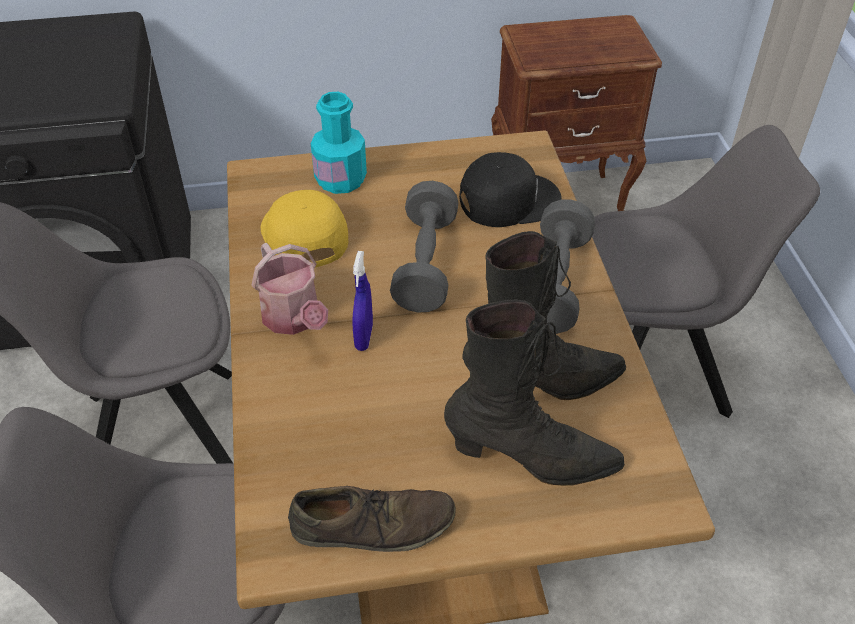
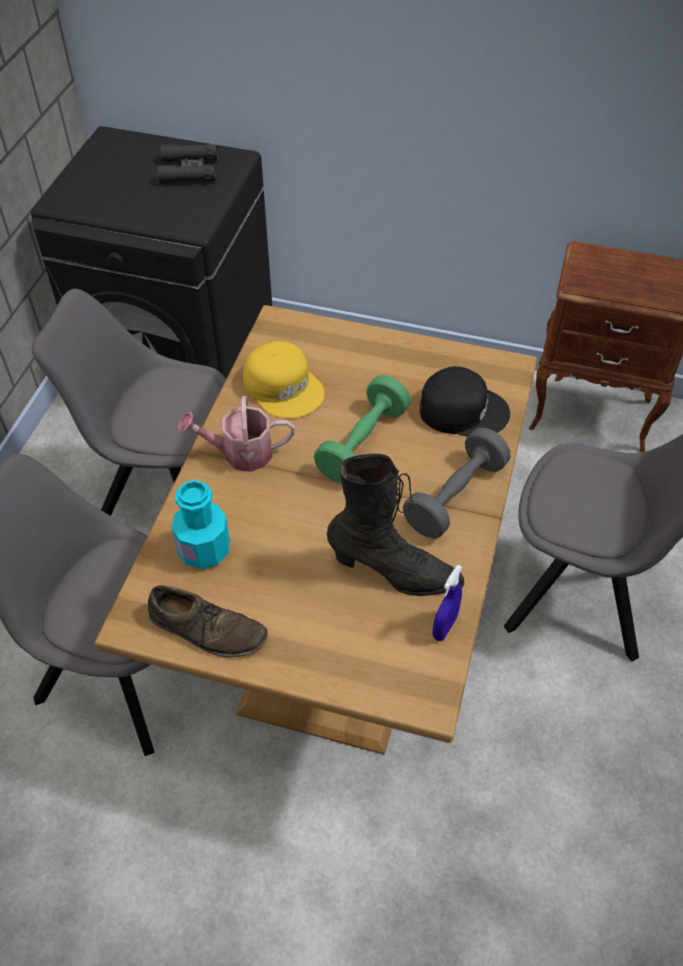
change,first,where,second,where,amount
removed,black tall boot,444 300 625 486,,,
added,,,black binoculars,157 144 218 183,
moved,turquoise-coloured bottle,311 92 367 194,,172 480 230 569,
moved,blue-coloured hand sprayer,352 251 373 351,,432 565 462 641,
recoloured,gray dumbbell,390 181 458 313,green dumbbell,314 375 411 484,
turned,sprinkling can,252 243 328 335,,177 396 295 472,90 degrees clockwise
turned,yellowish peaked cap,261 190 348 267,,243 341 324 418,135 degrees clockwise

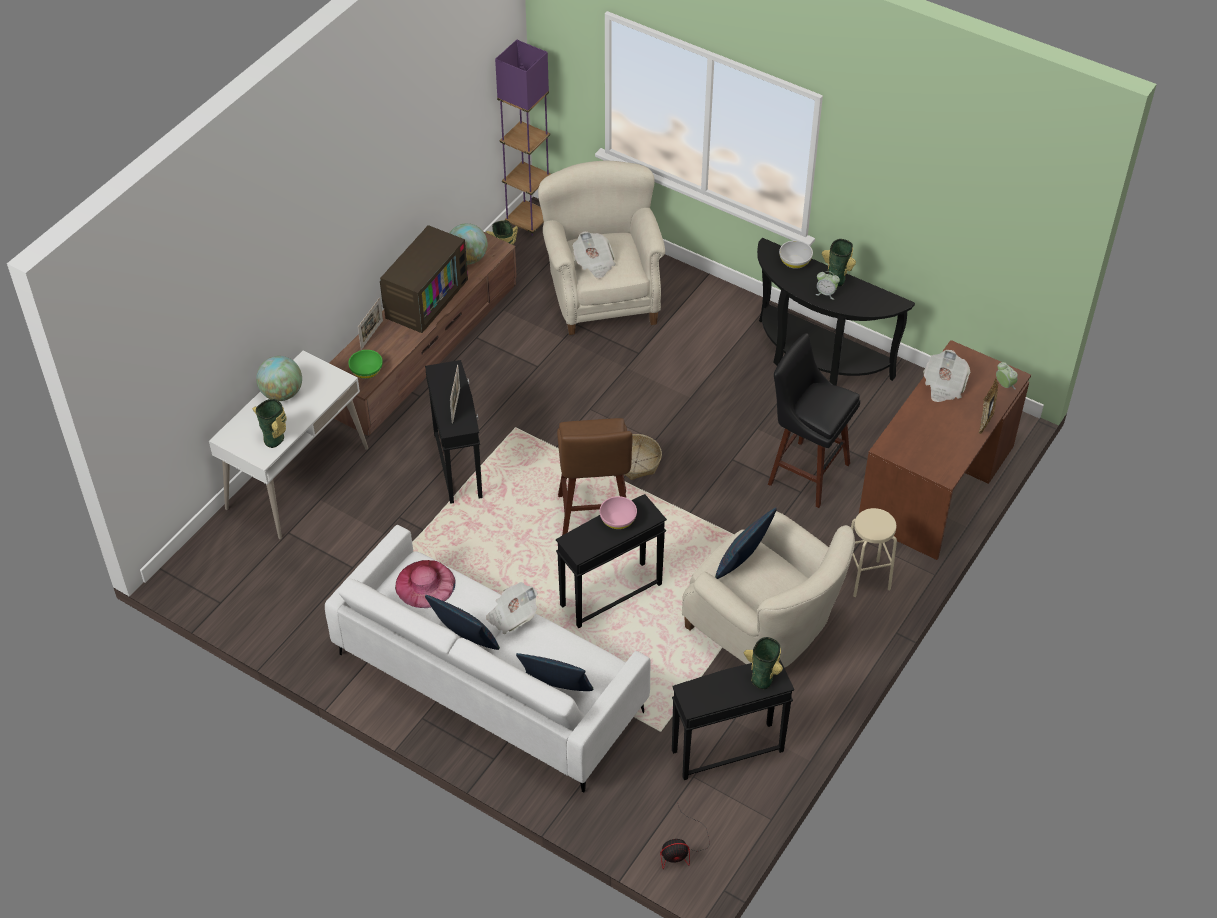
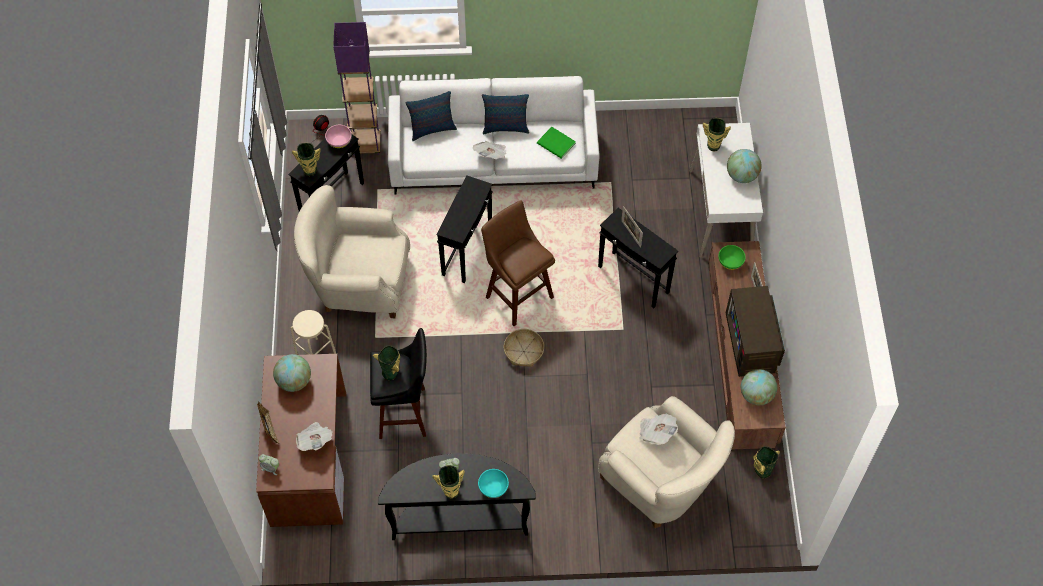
change,first,where,second,where,amount
removed,blue-coloured cushion,715 507 777 579,,,
added,,,desk globe,273 354 311 392,
added,,,vase,373 345 400 381,
moved,purplish standard lamp,495 40 551 236,,333 22 381 155,
moved,pink-coloured serving bowl,600 496 637 529,,325 125 352 148,
replaced,pink-coloured hat,395 560 455 608,green bound book,537 127 576 159,
recoloured,white serving bowl,779 240 813 269,turquoise-coloured serving bowl,478 469 509 498,

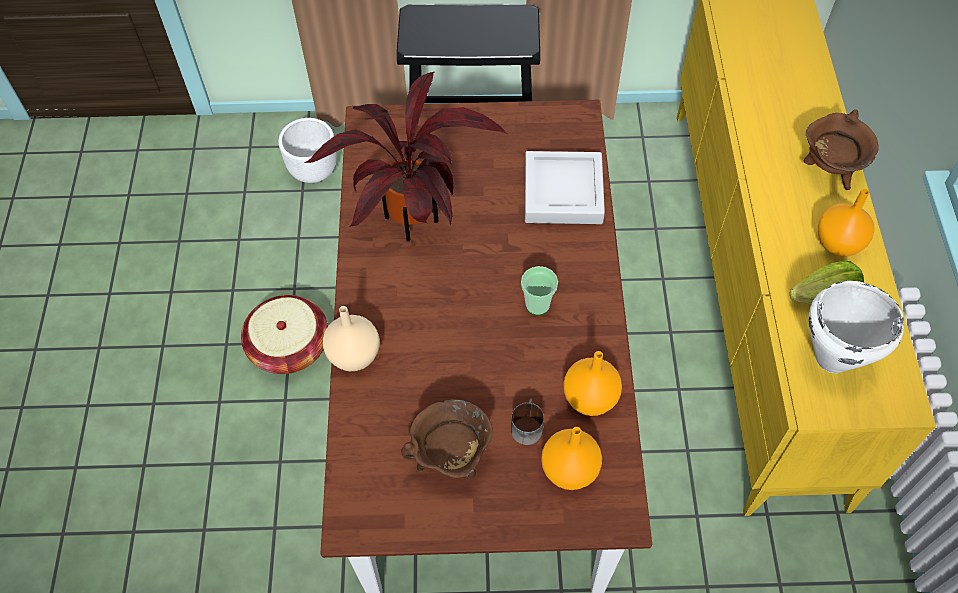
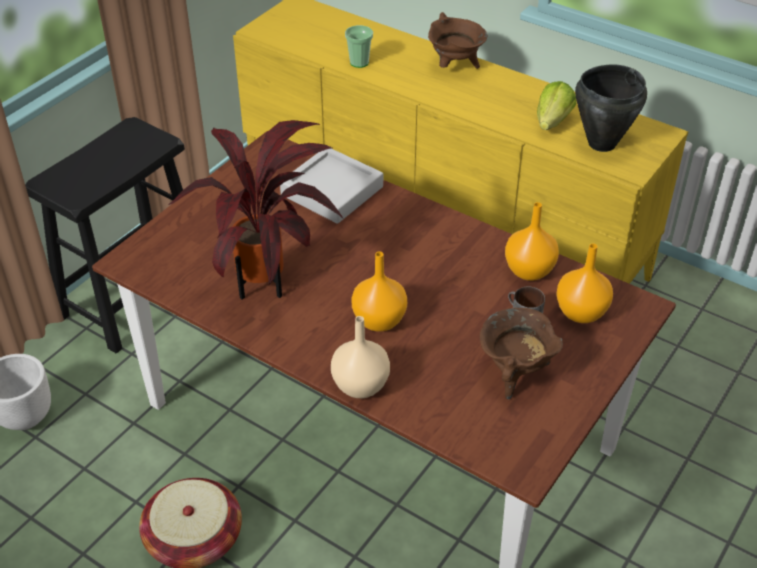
change,first,where,second,where,amount
moved,small cup,521 266 558 315,,345 25 373 68,
moved,orange-coloured vase,818 189 874 257,,352 251 407 332,
recoloured,white stockpot,809 281 904 373,black stockpot,575 65 647 152,

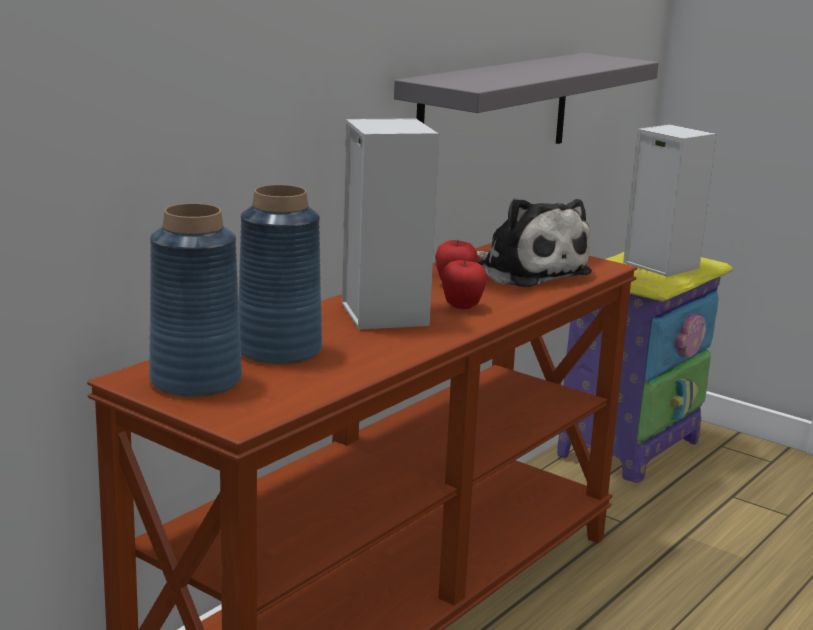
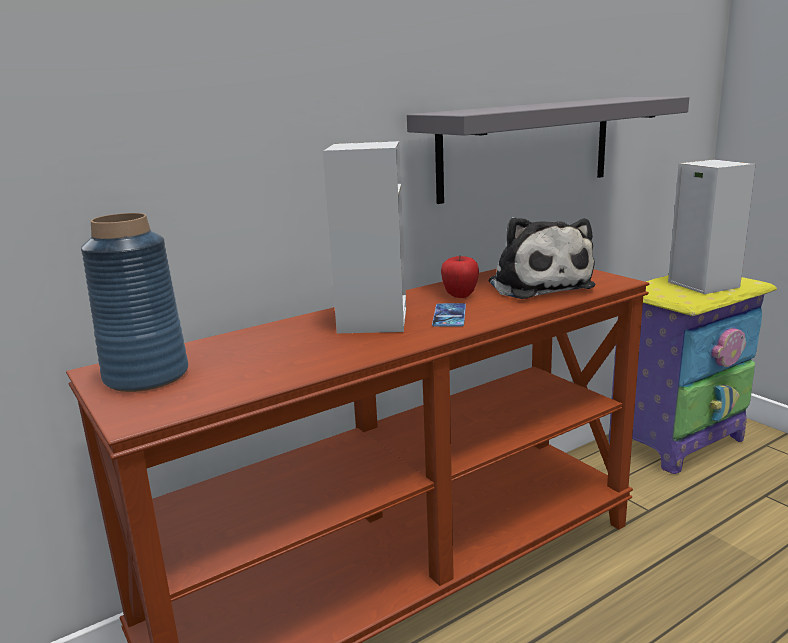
change,first,where,second,where,amount
removed,blue-coloured vase,238 185 322 365,,,
replaced,apple,441 259 488 309,phone,432 303 466 326,

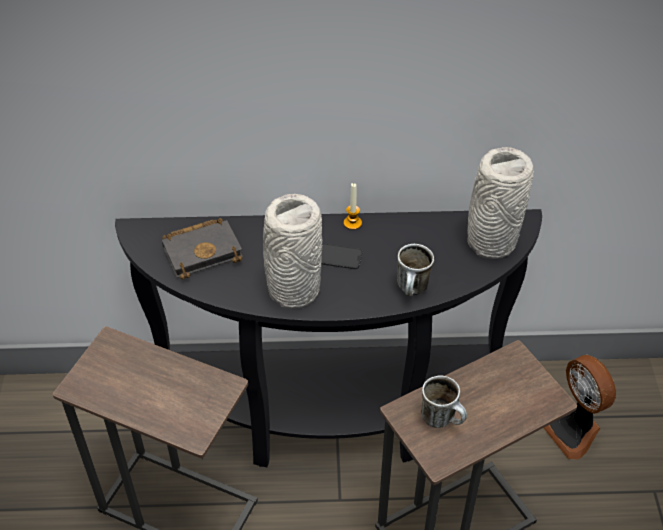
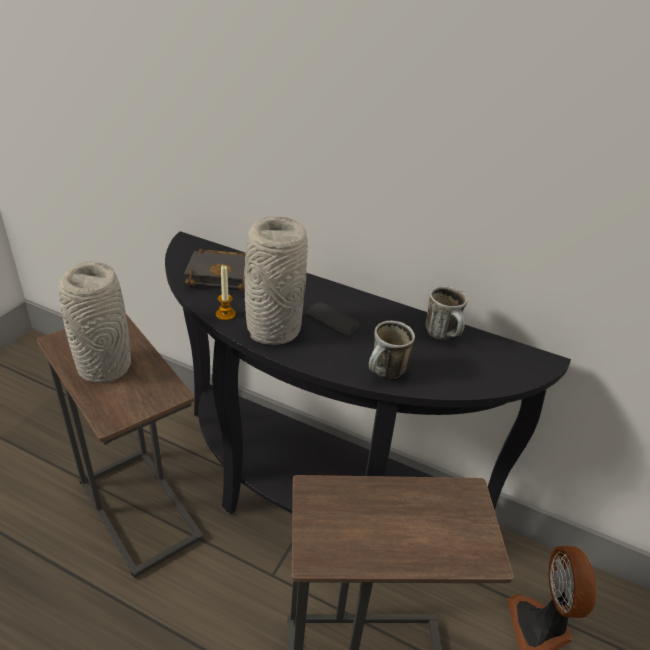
change,first,where,second,where,amount
moved,wax candle,344 183 362 230,,216 265 236 321,
moved,tea mug,421 376 467 428,,425 286 468 340,
moved,gray vase,467 147 534 259,,59 261 131 383,

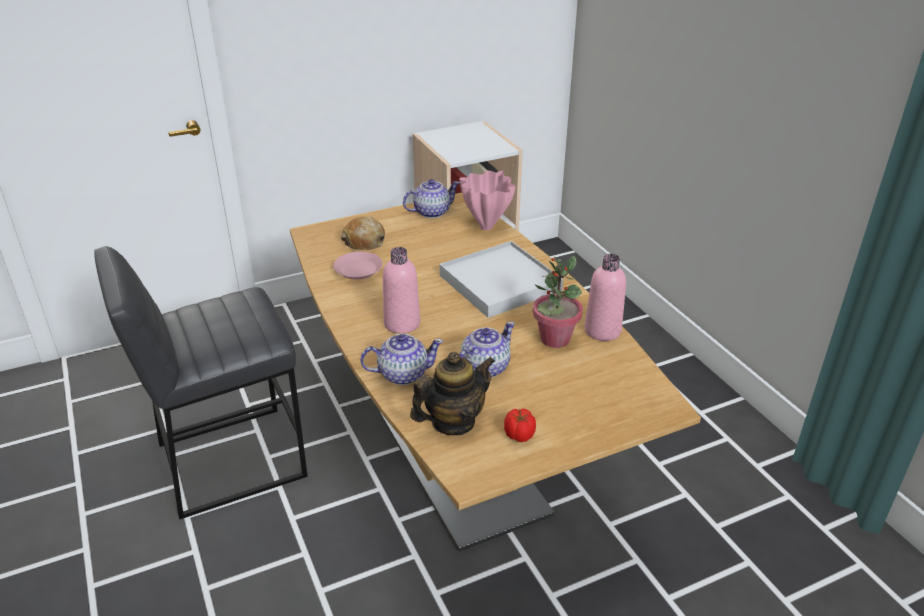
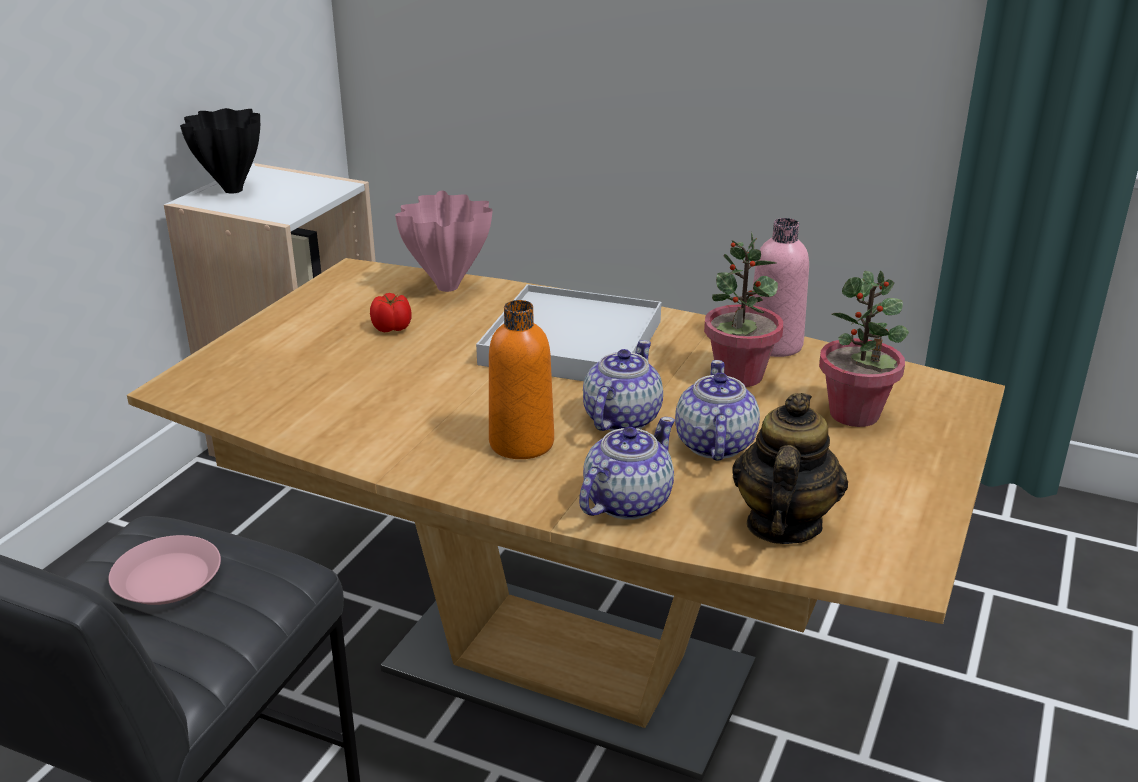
change,first,where,second,where,amount
removed,baked bread,341 217 385 250,,,
added,,,black vase,180 108 260 194,
added,,,plant in a pot,819 271 909 427,
moved,pink-coloured dinner plate,333 252 383 279,,109 535 221 605,
moved,teapot,403 179 460 218,,583 340 663 431,
moved,fresh tomato,504 409 536 442,,370 293 412 332,
recoloured,pink-coloured bottle,383 247 420 334,orange-coloured bottle,489 300 554 459,

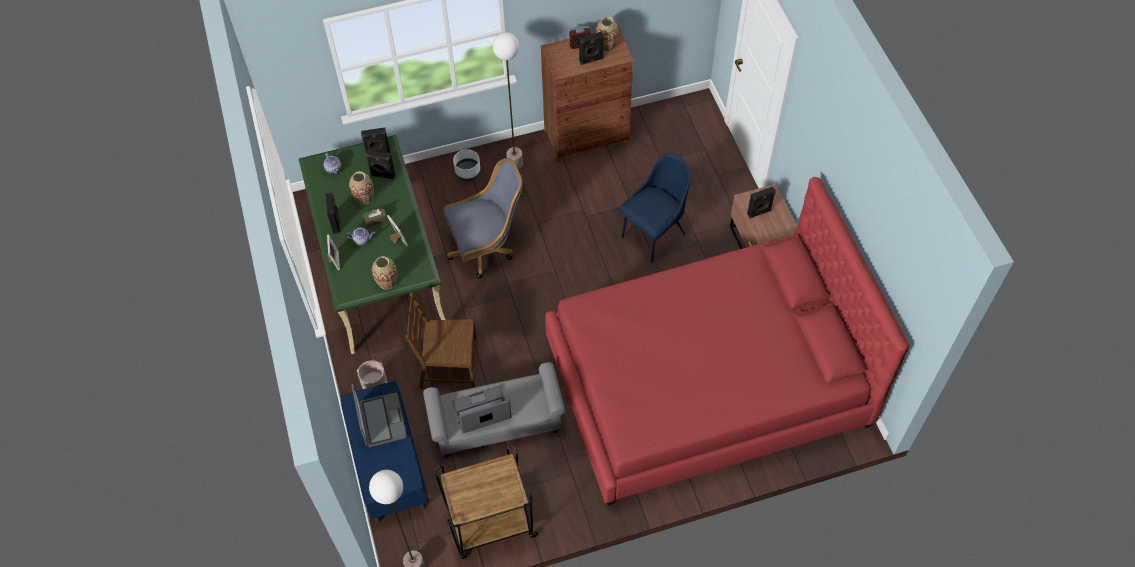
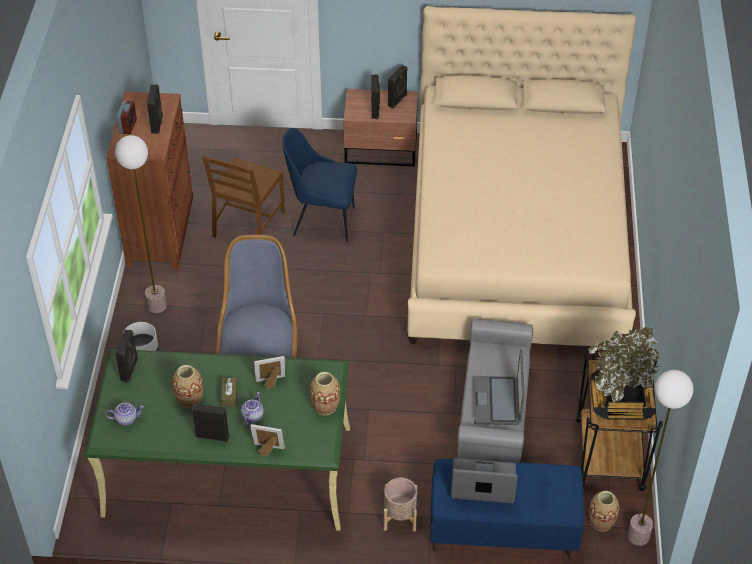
change,first,where,second,where,amount
added,,,plant in a pot,588 327 660 420,
moved,black loudspeaker,365 150 395 179,,388 65 408 109,
moved,brownish chair,405 293 478 389,,202 155 285 238,
moved,vase,596 17 618 51,,589 491 619 532,
recoloured,red bedroom bed,545 177 909 506,beige-coloured bedroom bed,408 6 637 346,
turned,blue-coloured chair,619 153 691 263,,282 128 357 242,60 degrees counterclockwise

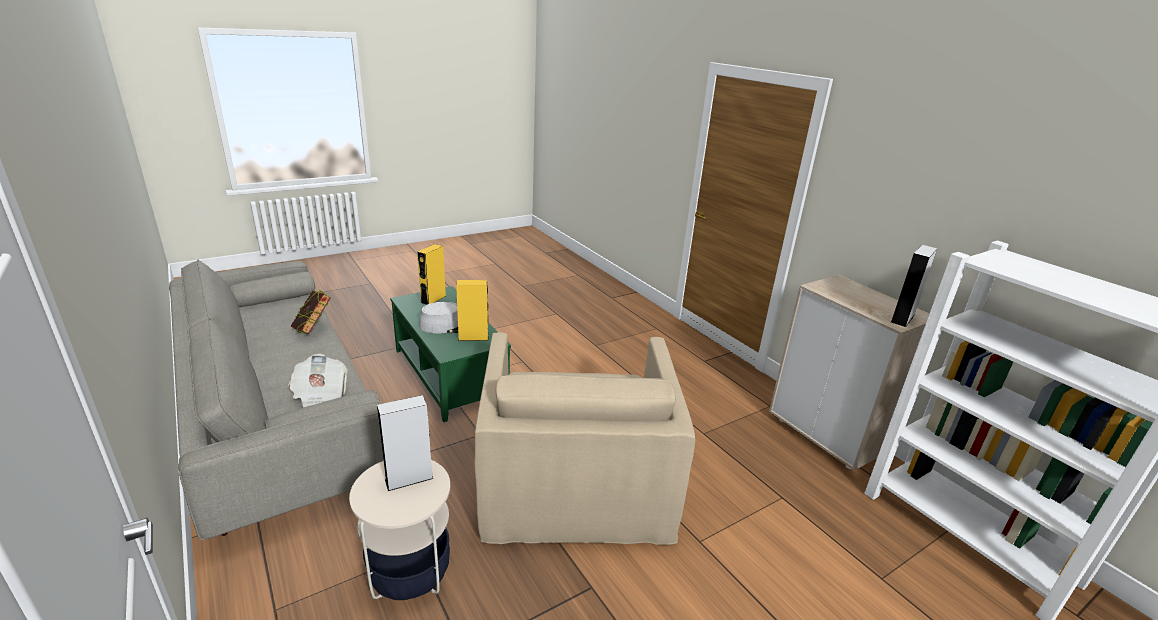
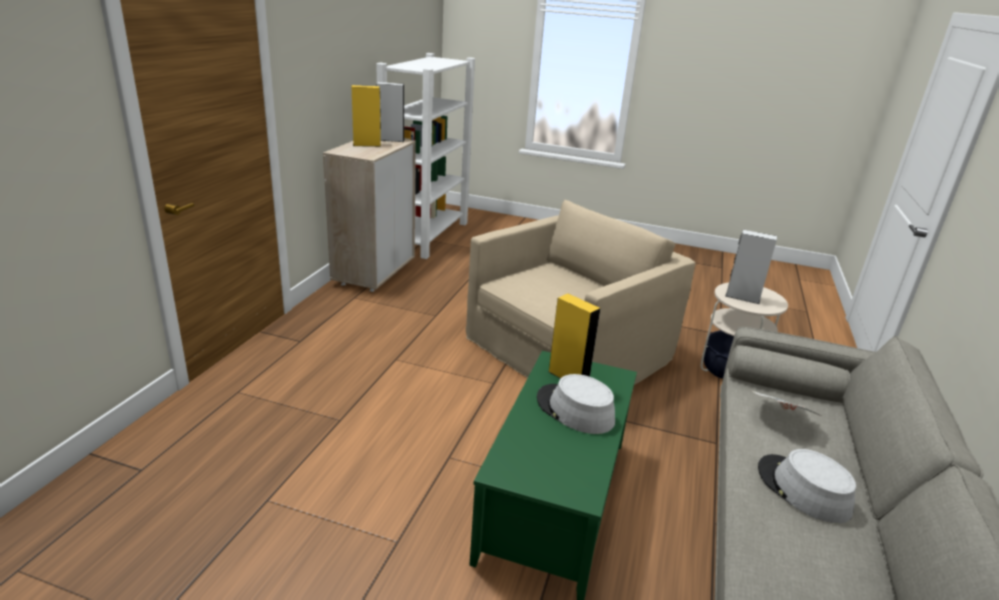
change,first,where,second,where,amount
removed,bound book,291 290 331 334,,,
added,,,gray hat,758 449 856 524,
moved,yellowish loudspeaker,417 244 446 305,,352 85 381 147,

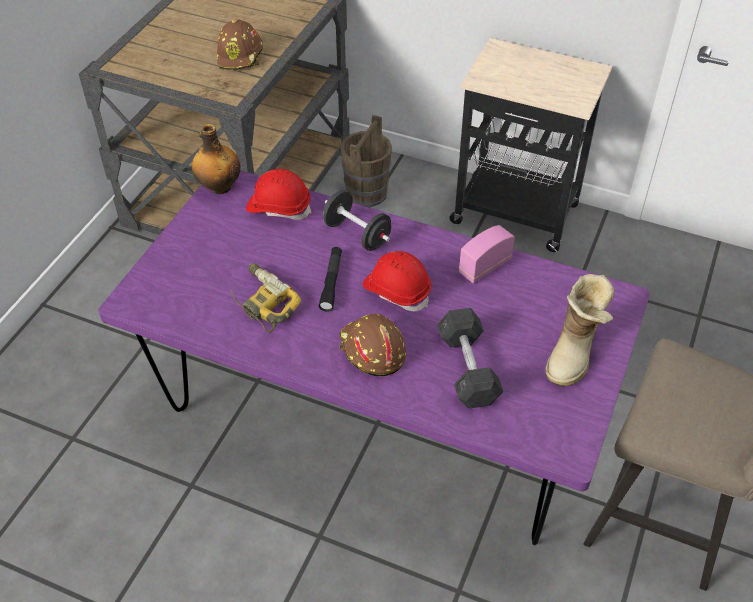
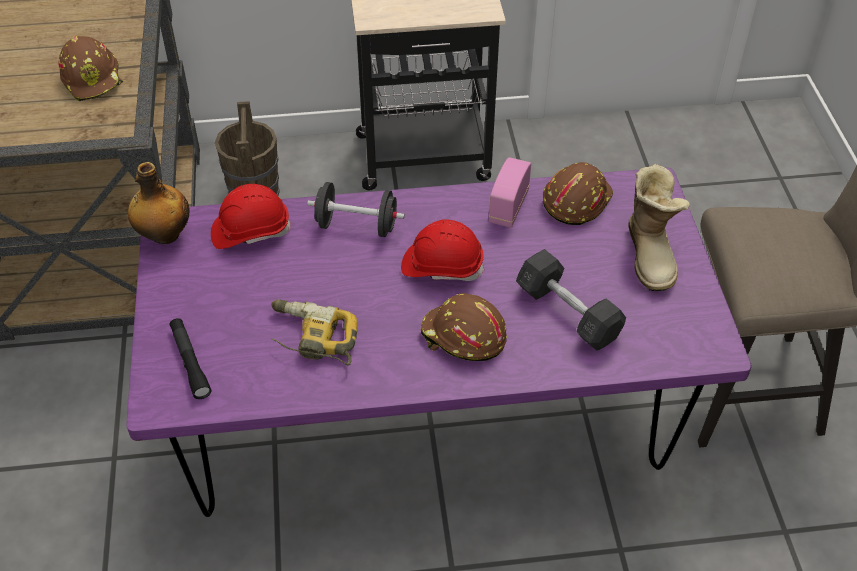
change,first,where,second,where,amount
added,,,brownish hard hat,543 162 613 225,
moved,black flashlight,319 247 342 312,,170 318 212 399,

